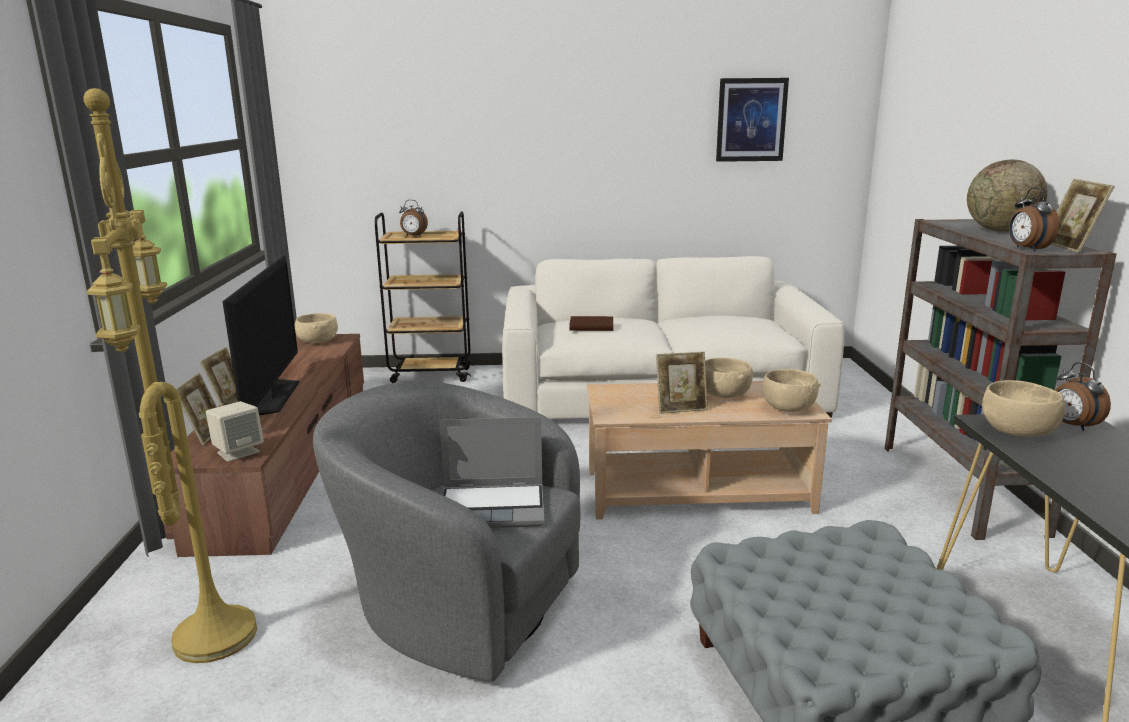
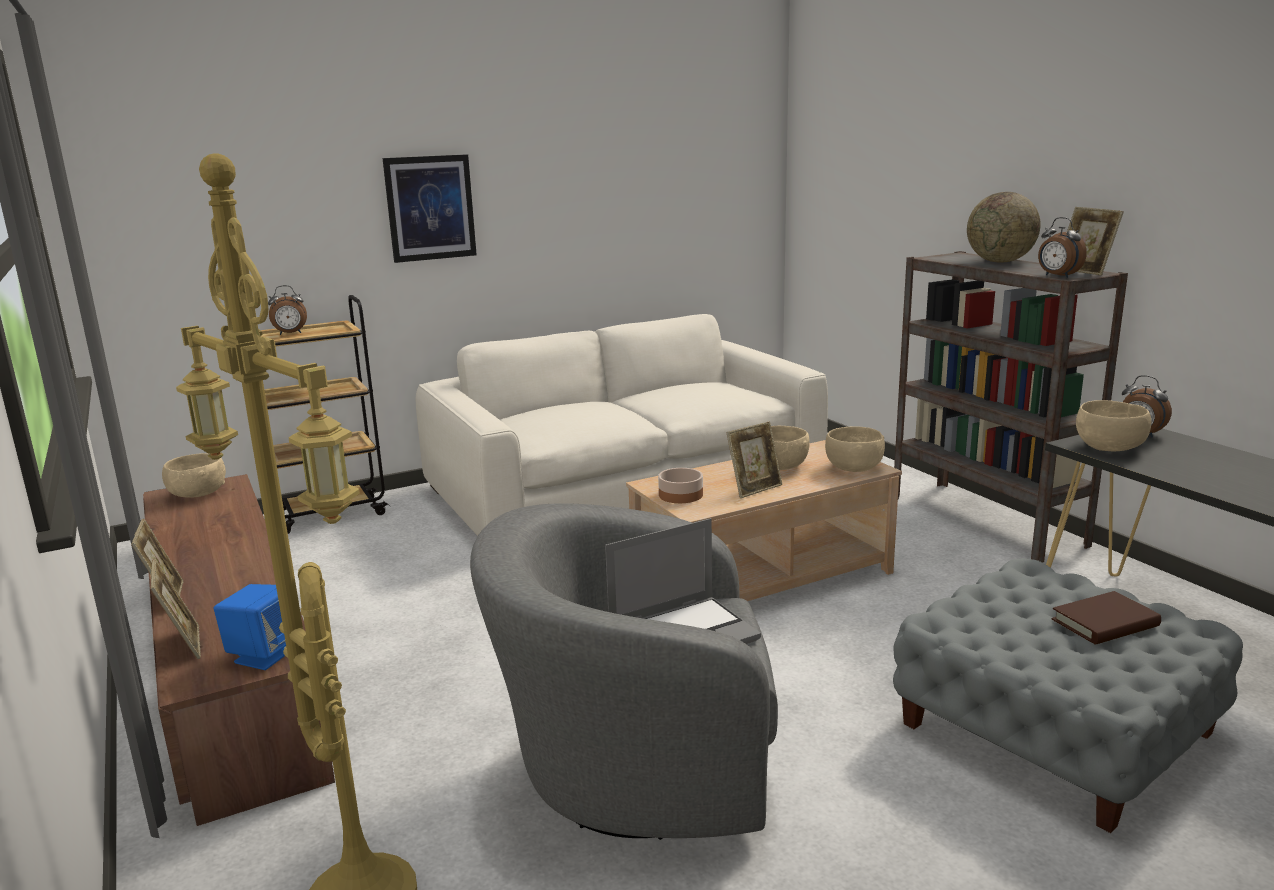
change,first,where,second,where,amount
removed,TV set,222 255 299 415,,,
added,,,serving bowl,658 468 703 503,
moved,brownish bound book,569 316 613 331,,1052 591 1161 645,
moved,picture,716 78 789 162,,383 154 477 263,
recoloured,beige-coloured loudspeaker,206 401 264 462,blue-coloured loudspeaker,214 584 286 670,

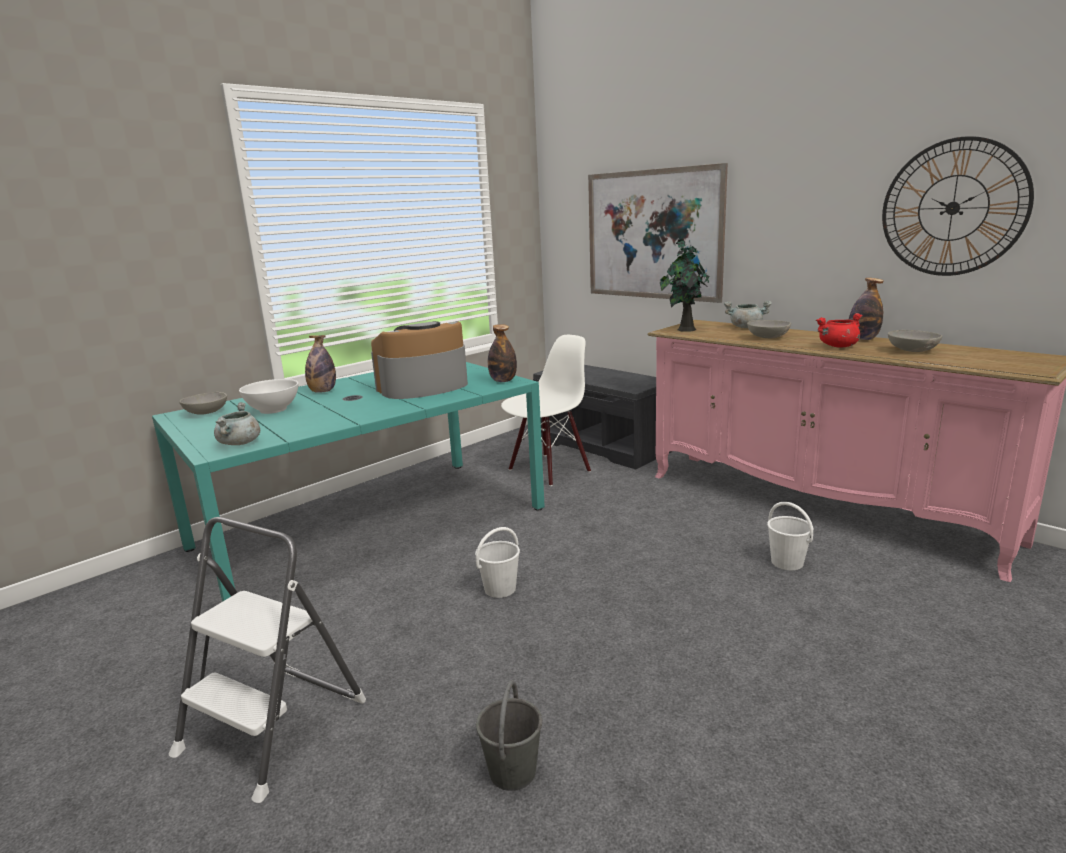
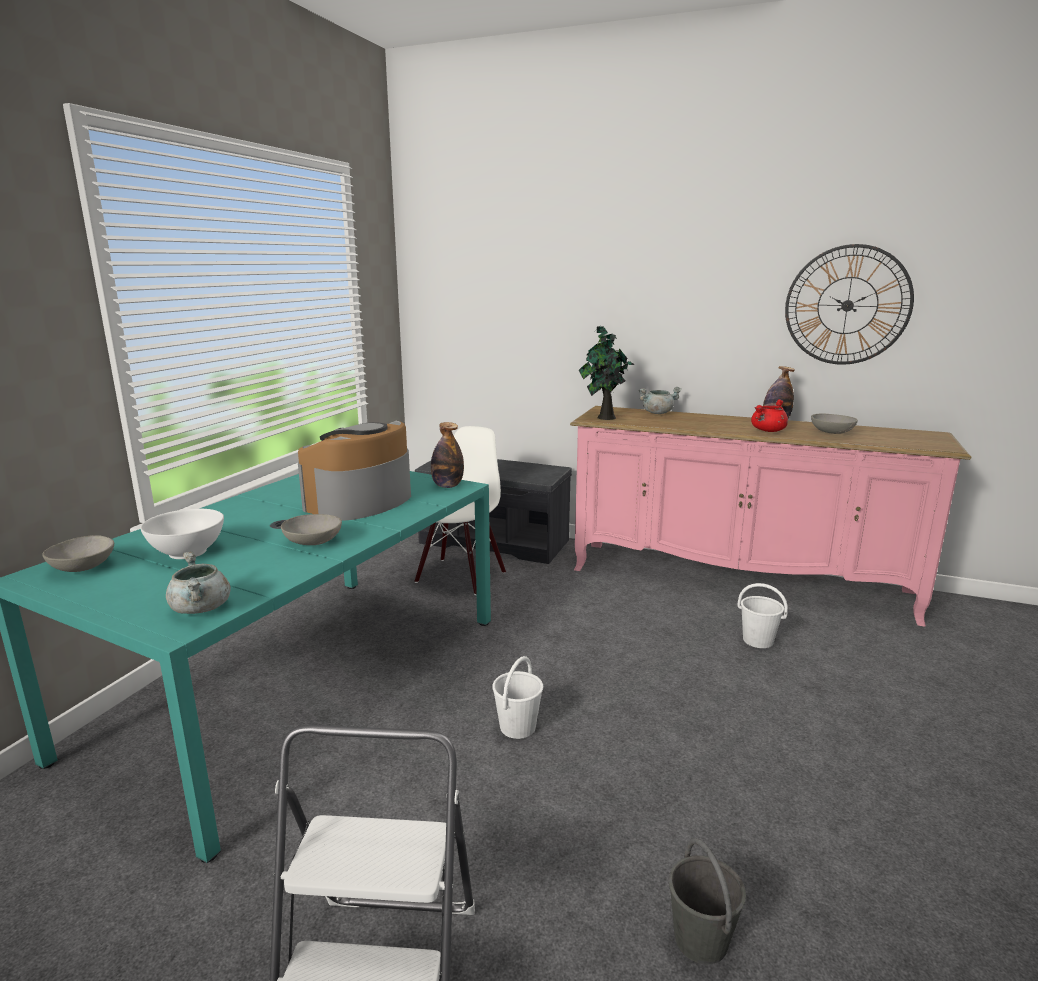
change,first,where,second,where,amount
removed,bottle,305 335 336 393,,,
removed,picture,588 163 728 303,,,
moved,gray serving bowl,747 320 791 339,,281 514 342 545,

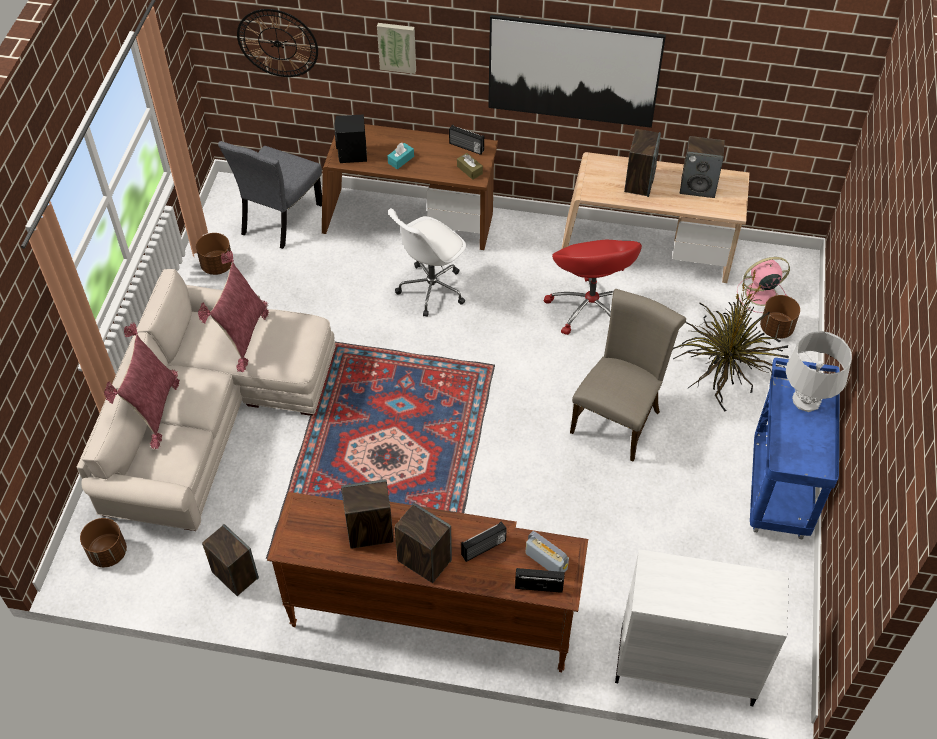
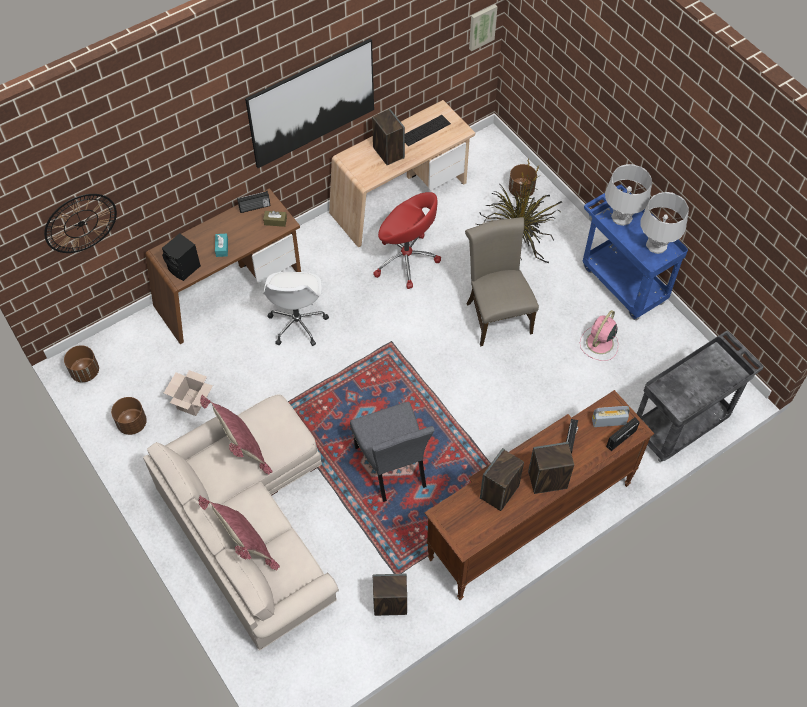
change,first,where,second,where,amount
added,,,carton,164 370 213 416,
added,,,gray lamp for a table,640 192 689 254,
moved,brownish planter,80 518 127 567,,64 345 99 382,
moved,gray chair,218 141 322 249,,350 401 435 502,
moved,picture,377 23 416 74,,469 4 498 51,
moved,pink-coloured cooling fan,737 257 790 313,,580 310 618 361,
replaced,white drawer chest,615 549 789 706,gray wheeled cart,637 331 764 462,
replaced,loudspeaker,680 136 725 198,computer keyboard,405 115 451 146,

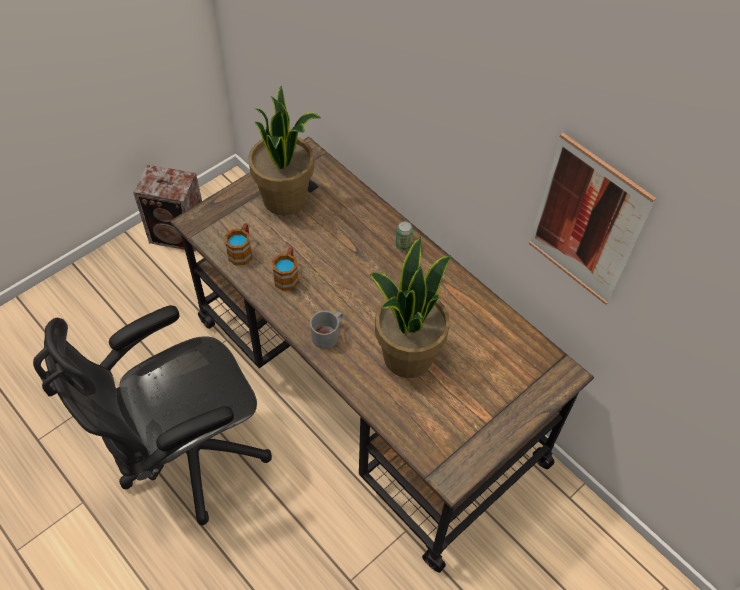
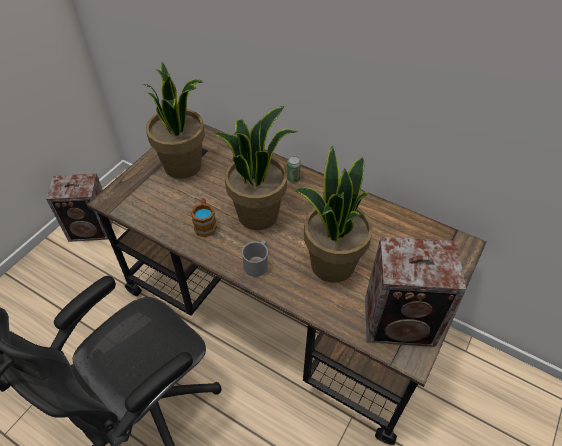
change,first,where,second,where,amount
removed,tea mug,225 223 252 266,,,
removed,picture,529 133 656 305,,,
added,,,plant in a pot,212 106 297 230,
added,,,loudspeaker,365 237 466 347,

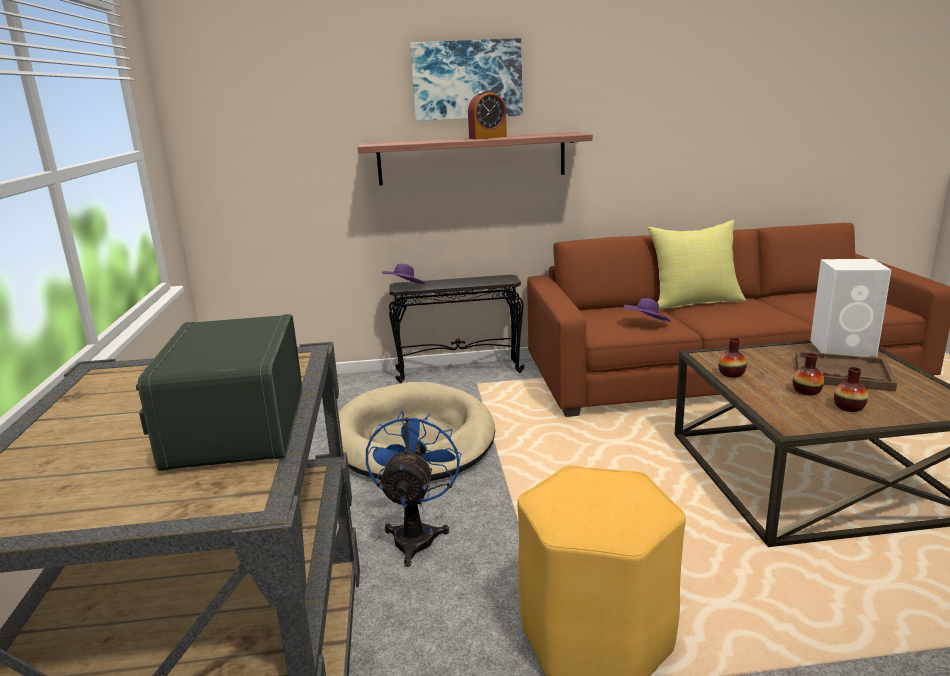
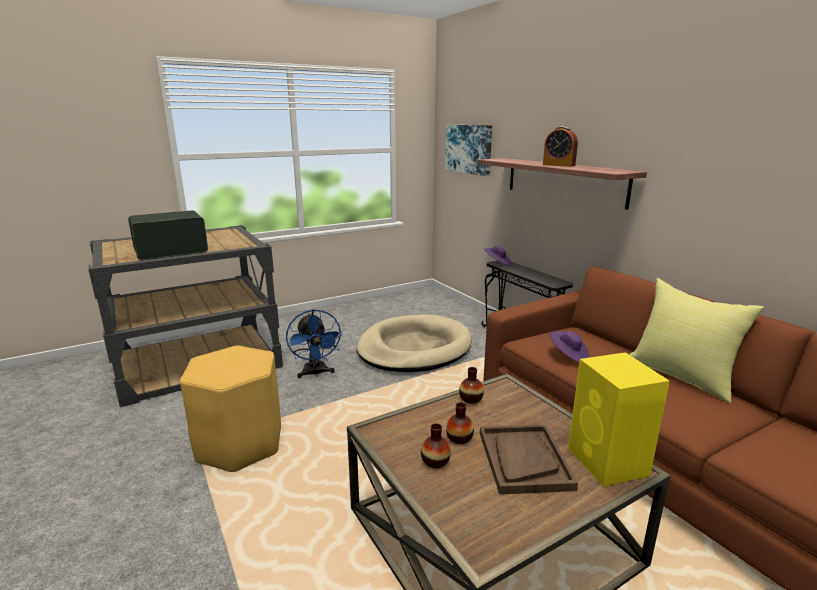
change,first,where,second,where,amount
moved,picture,410 38 523 121,,445 125 492 176,
recoloured,white loudspeaker,810 259 891 357,yellowish loudspeaker,568 352 670 487,
turned,blue-coloured cooling fan,366 411 461 567,,286 309 343 378,90 degrees clockwise

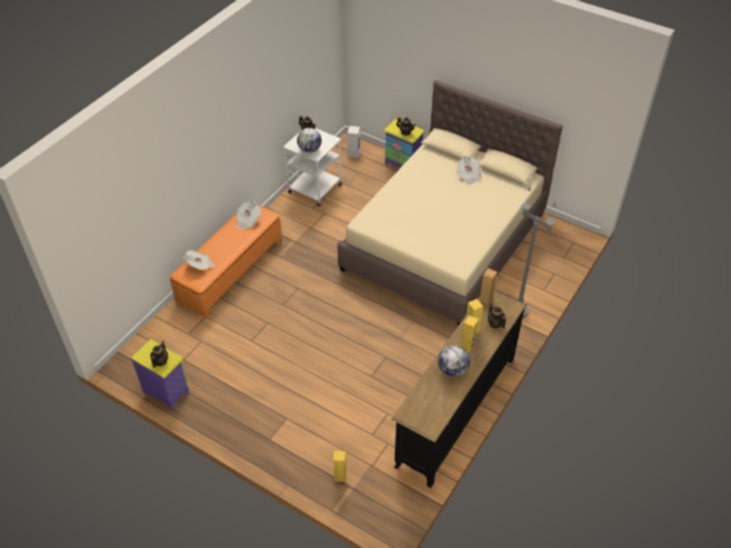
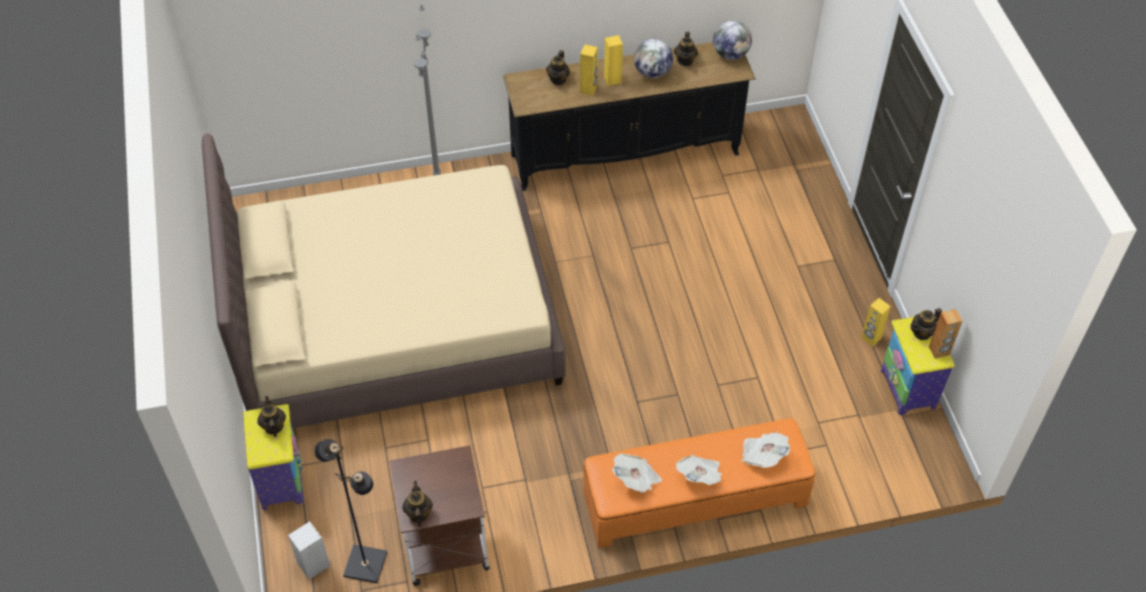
change,first,where,second,where,amount
added,,,black standard lamp,314 439 387 583,
added,,,teapot,674 32 698 66,
moved,desk globe,297 128 322 153,,713 21 752 60,
moved,yellowish loudspeaker,334 451 346 482,,861 298 891 346,
moved,daily paper,457 156 481 185,,676 455 722 485,
moved,brownish loudspeaker,479 268 497 305,,929 309 963 359,
recoloured,white wheeled cart,283 128 342 207,brownish wheeled cart,389 445 490 586,

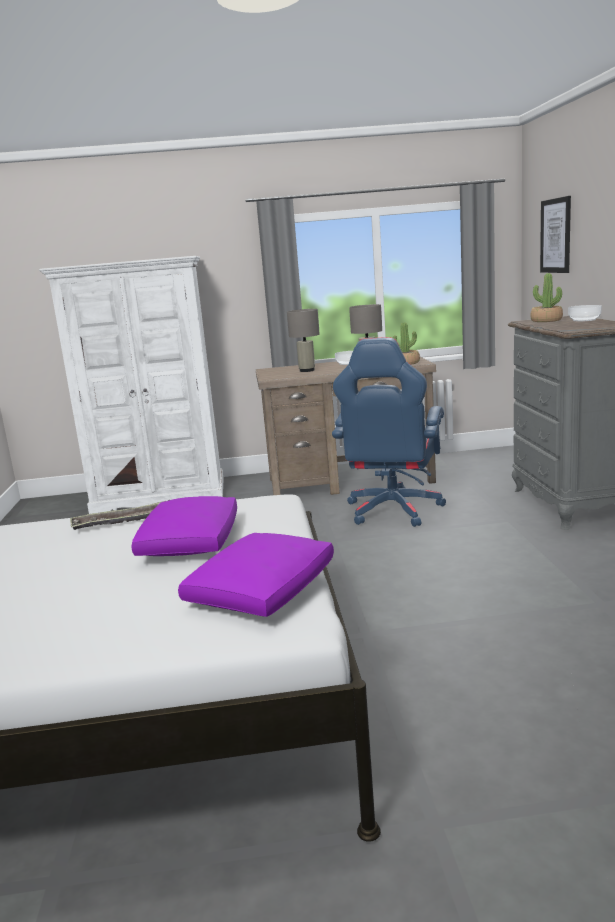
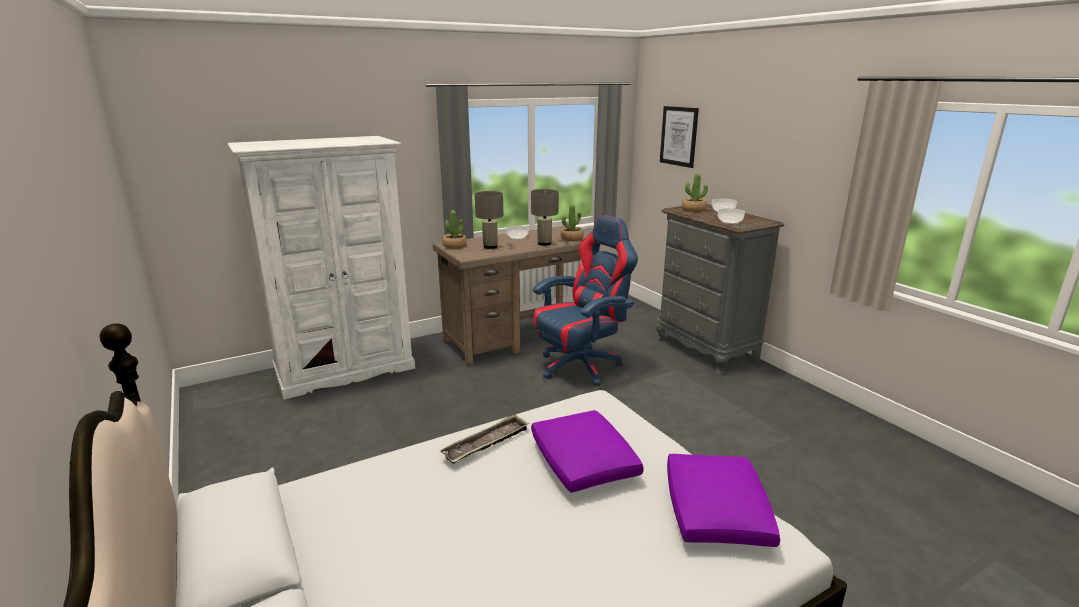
change,first,where,second,where,amount
added,,,plant in a pot,442 210 467 249,
added,,,serving bowl,718 208 745 224,
turned,blue-coloured desk chair,332 337 446 527,,533 215 638 386,120 degrees counterclockwise

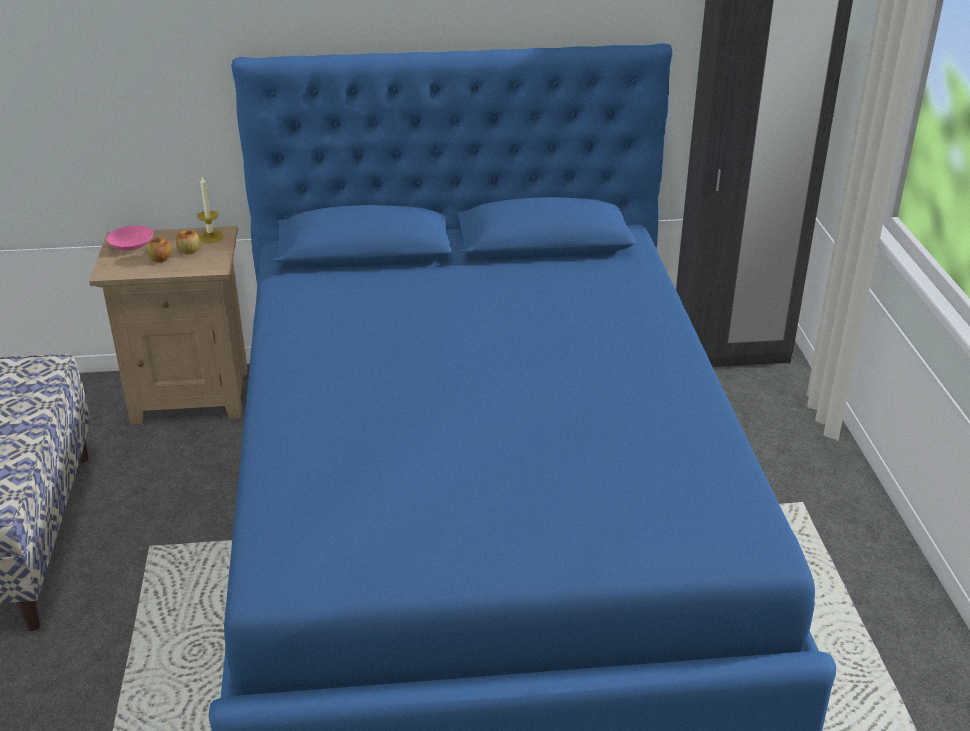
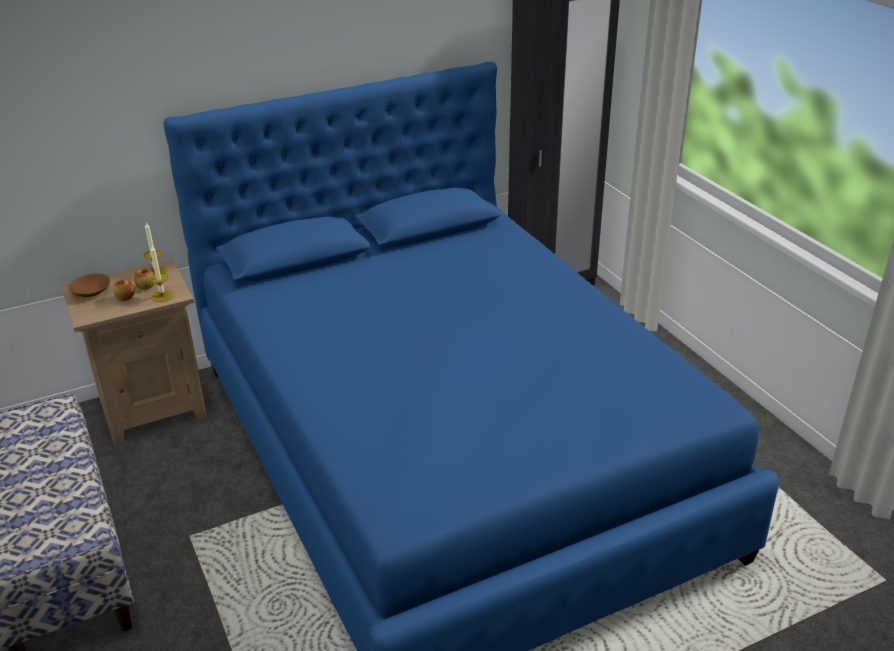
change,first,where,second,where,amount
added,,,wax candle,149 244 174 302,
recoloured,pink-coloured serving bowl,107 225 153 251,brownish serving bowl,69 273 110 297,

